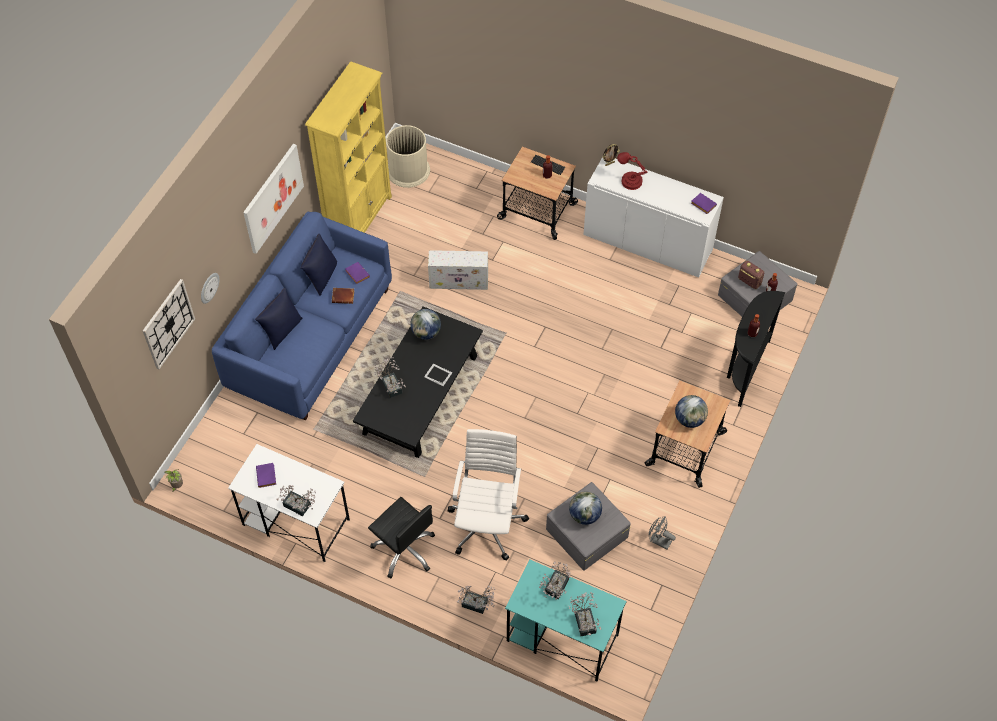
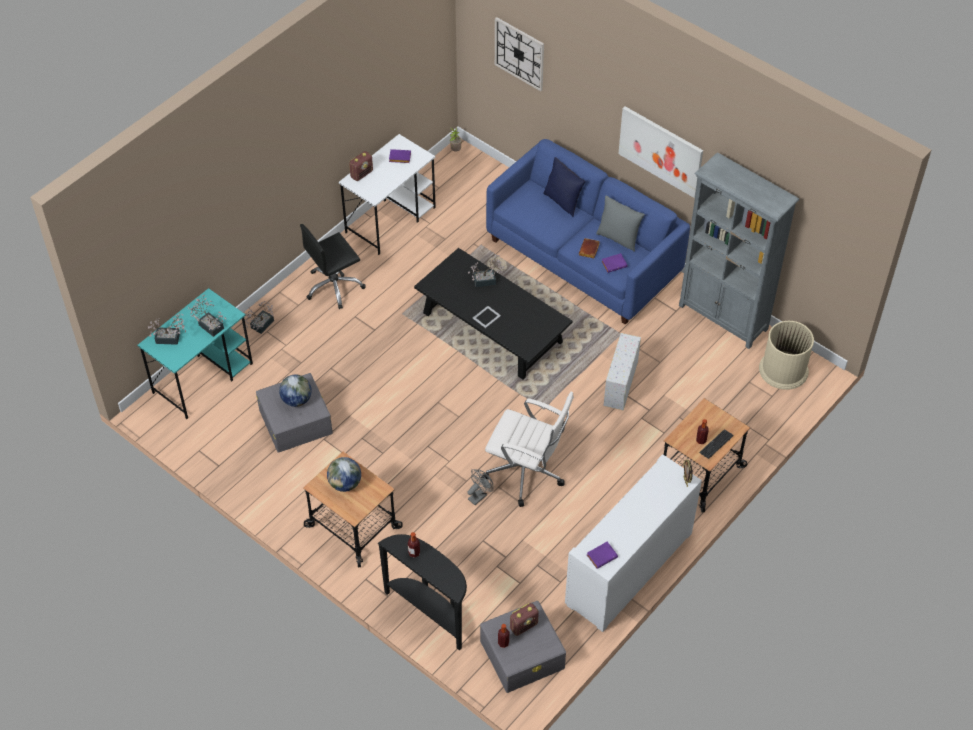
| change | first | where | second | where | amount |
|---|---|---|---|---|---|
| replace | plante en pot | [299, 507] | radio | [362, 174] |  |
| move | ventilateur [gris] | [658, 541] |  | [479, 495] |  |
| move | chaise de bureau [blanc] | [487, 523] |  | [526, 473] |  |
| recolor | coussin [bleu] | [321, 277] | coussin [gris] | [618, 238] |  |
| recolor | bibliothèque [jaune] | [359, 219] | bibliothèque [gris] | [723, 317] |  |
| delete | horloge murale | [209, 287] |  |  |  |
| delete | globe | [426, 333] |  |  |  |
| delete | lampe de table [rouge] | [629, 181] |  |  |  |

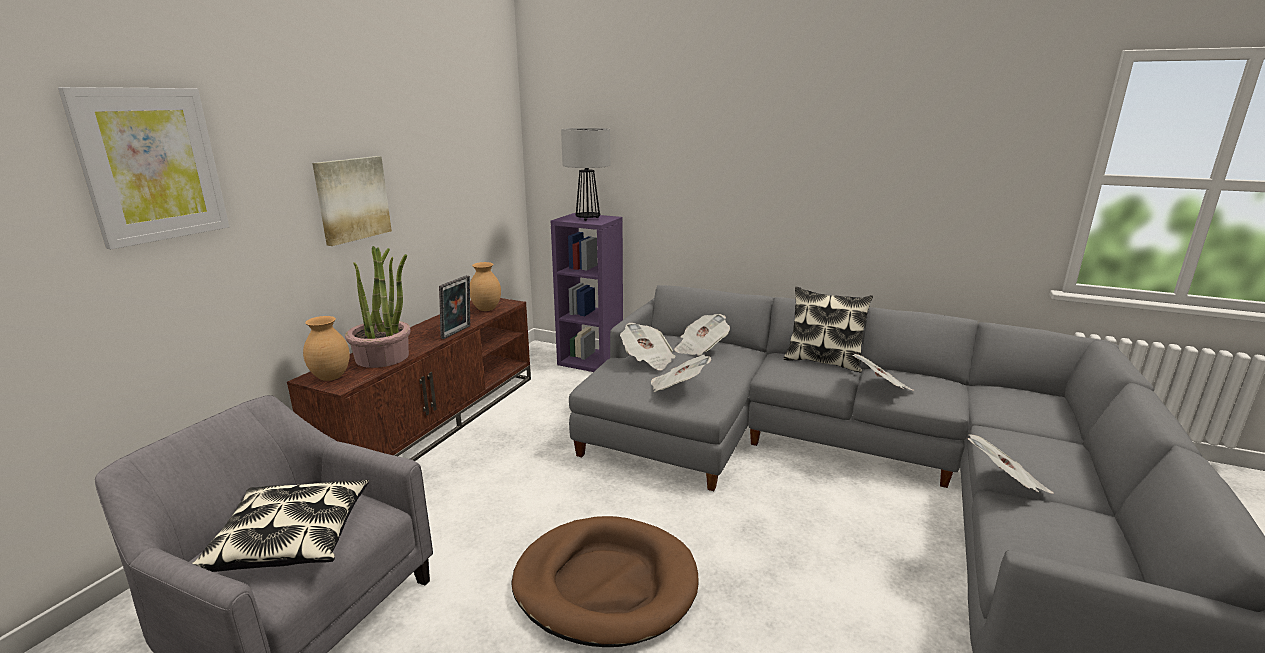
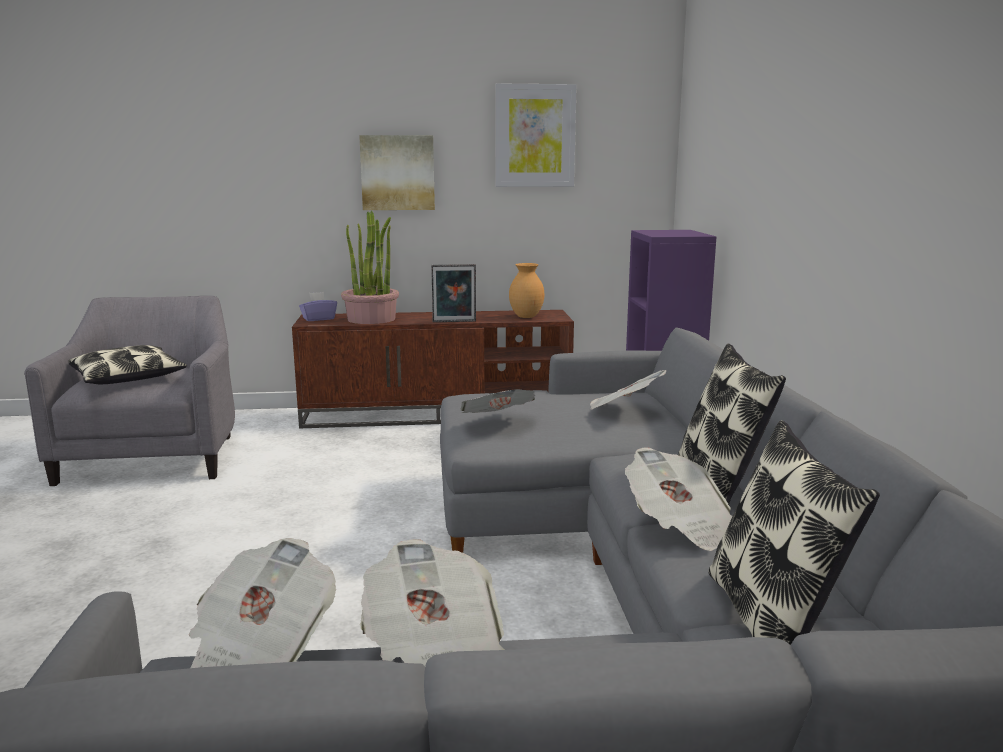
| change | first | where | second | where | amount |
|---|---|---|---|---|---|
| move | journal | [648, 360] |  | [258, 651] |  |
| replace | vase [marron] | [331, 377] | boîte à mouchoirs [violet] | [318, 319] |  |
| move | tableau | [151, 165] |  | [535, 136] |  |
| insert |  |  | coussin | [772, 621] |  |
| delete | panier pour chien [marron] | [605, 584] |  |  |  |
| delete | lampe de table | [587, 218] |  |  |  |

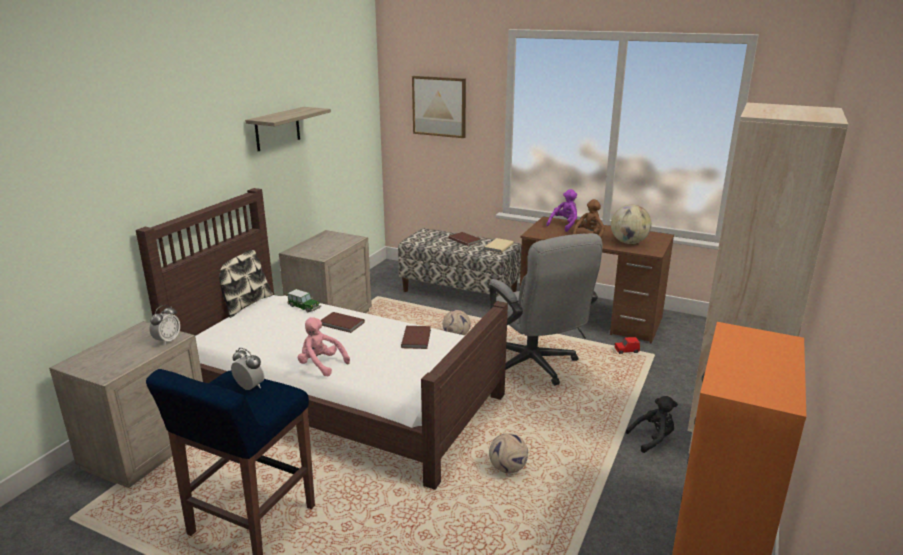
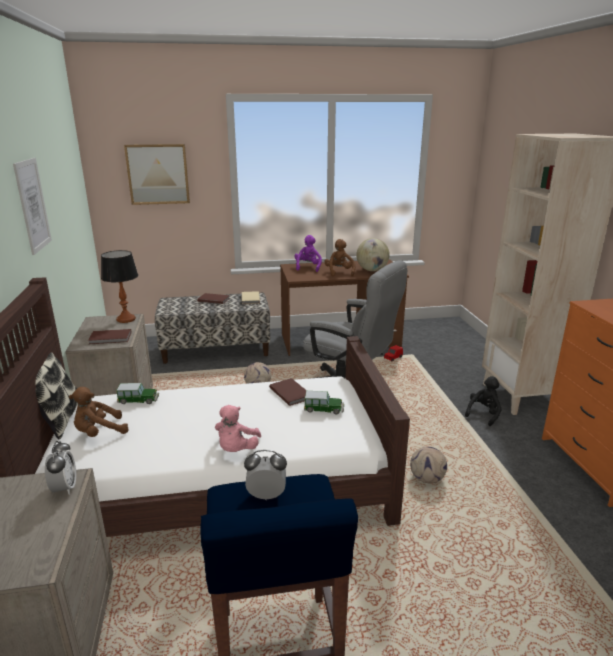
| change | first | where | second | where | amount |
|---|---|---|---|---|---|
| replace | étagère | [277, 129] | tableau | [32, 205] |  |
| insert |  |  | peluche [marron] | [99, 432] |  |
| move | livre [marron] | [341, 324] |  | [110, 338] |  |
| insert |  |  | lampe de table | [126, 319] |  |
| rotate | peluche [rose] | [321, 365] |  | [236, 449] | 75 degrees counterclockwise |
| insert |  |  | petite voiture | [324, 409] |  |

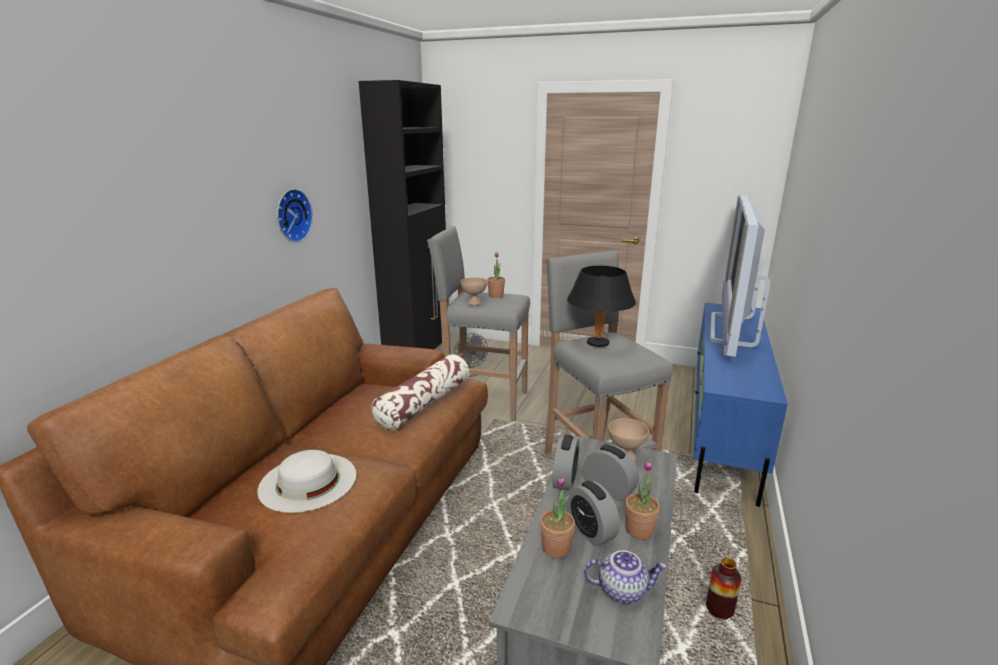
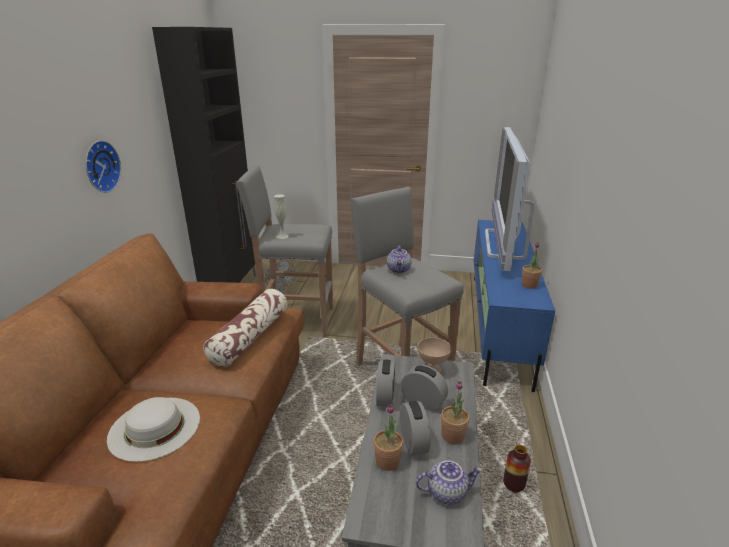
| change | first | where | second | where | amount |
|---|---|---|---|---|---|
| replace | bol [beige] | [473, 303] | vase [blanc] | [282, 236] |  |
| replace | lampe de table [noir] | [598, 343] | théière | [399, 270] |  |
| rotate | réveil | [590, 531] |  | [413, 442] | 150 degrees counterclockwise |
| move | plante en pot | [496, 295] |  | [529, 285] |  |

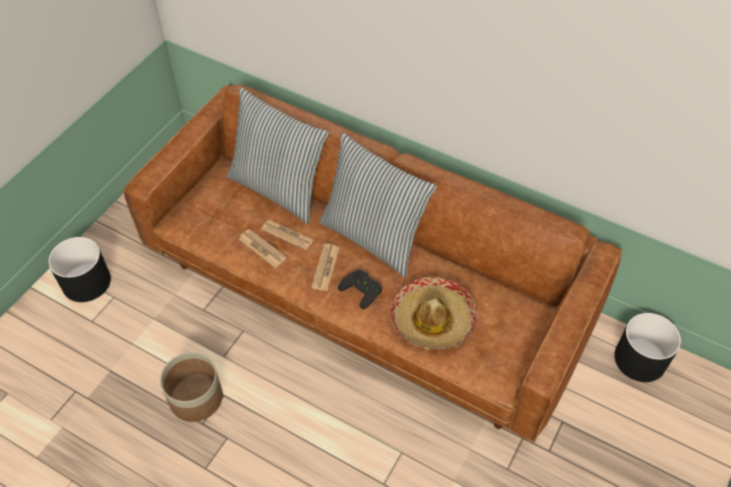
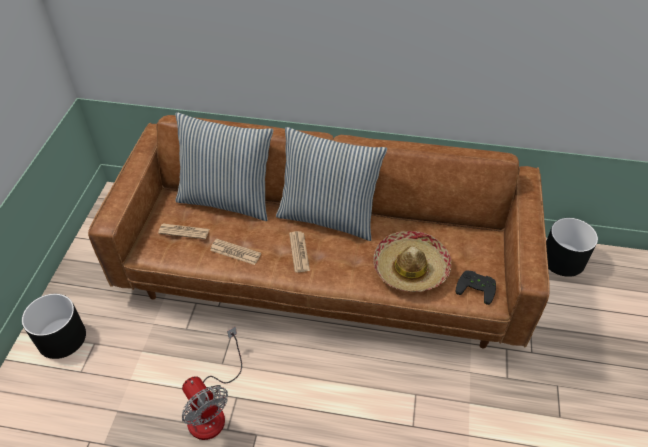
| change | first | where | second | where | amount |
|---|---|---|---|---|---|
| move | journal | [287, 235] |  | [184, 231] |  |
| replace | cache-pot | [196, 397] | ventilateur | [212, 408] |  |
| move | manette [noir] | [363, 289] |  | [476, 287] |  |

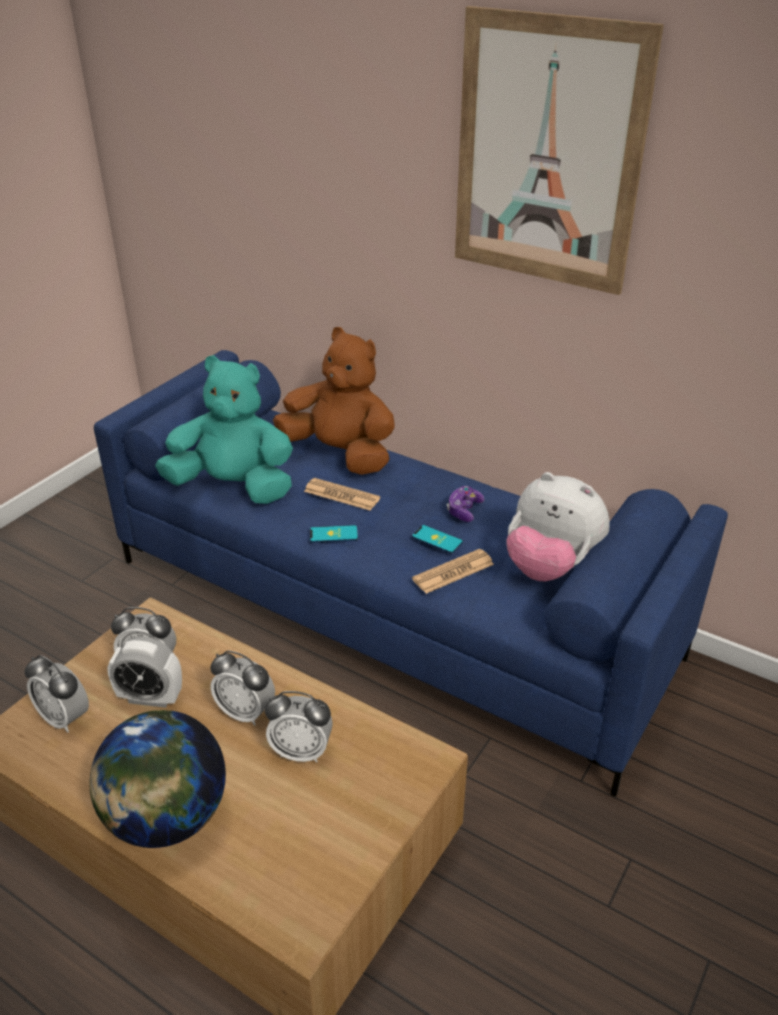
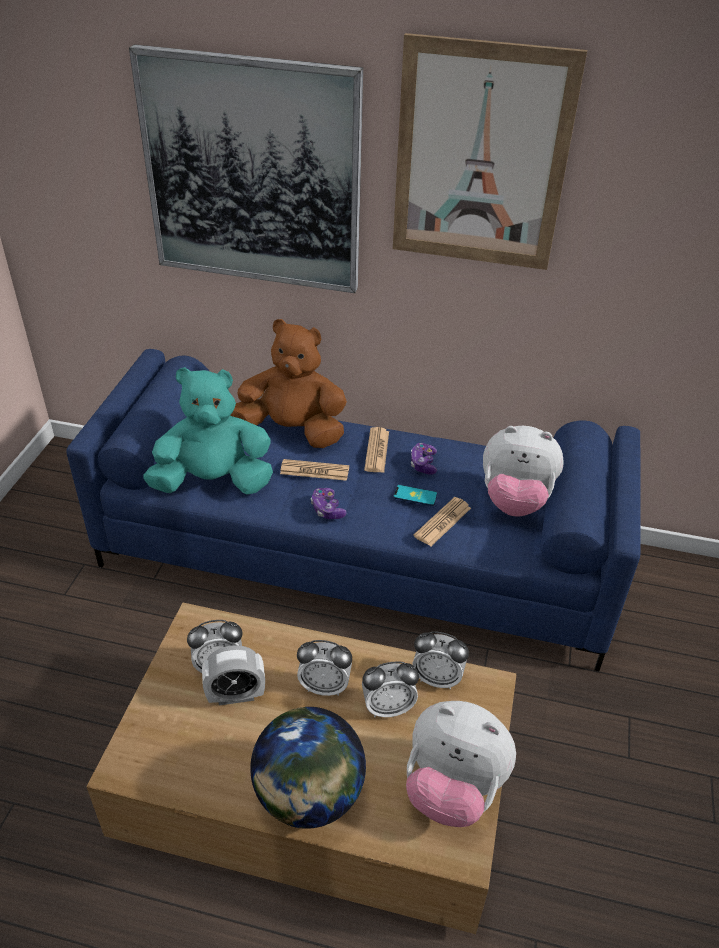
| change | first | where | second | where | amount |
|---|---|---|---|---|---|
| insert |  |  | tableau | [252, 174] |  |
| replace | téléphone | [333, 534] | manette | [327, 509] |  |
| insert |  |  | journal | [377, 451] |  |
| insert |  |  | peluche | [452, 789] |  |
| move | réveil | [64, 718] |  | [437, 678] |  |

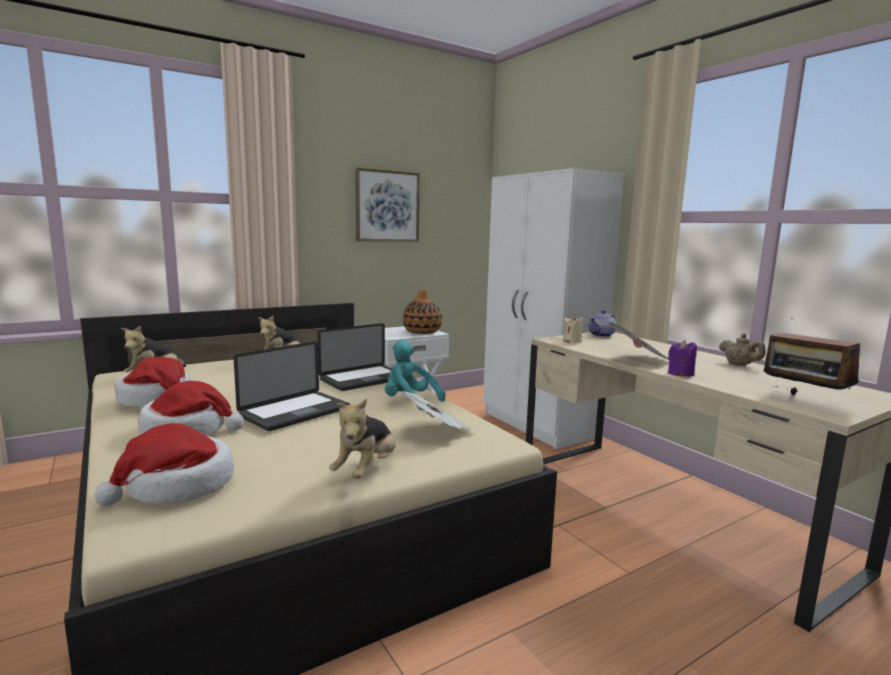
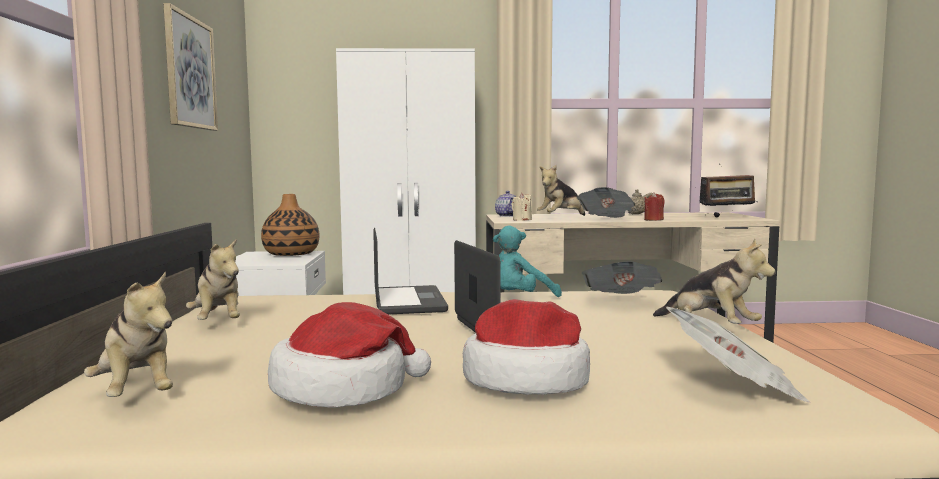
| change | first | where | second | where | amount |
|---|---|---|---|---|---|
| insert |  |  | peluche | [561, 217] |  |
| recolor | bougie [violet] | [680, 374] | bougie [rouge] | [653, 220] |  |
| replace | chapeau | [177, 486] | journal | [735, 387] |  |

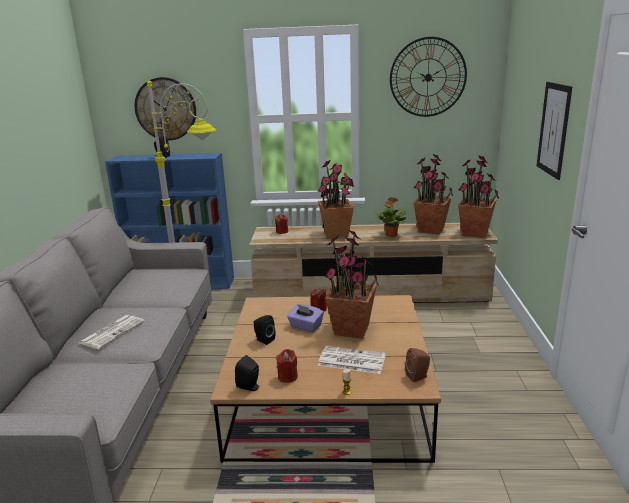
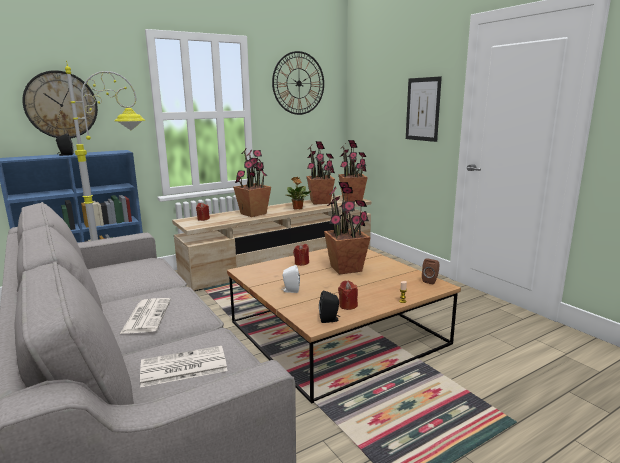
| change | first | where | second | where | amount |
|---|---|---|---|---|---|
| move | journal | [351, 360] |  | [182, 367] |  |
| recolor | enceinte [noir] | [264, 340] | enceinte [blanc] | [290, 290] |  |
| delete | boîte à mouchoirs [violet] | [305, 326] |  |  |  |

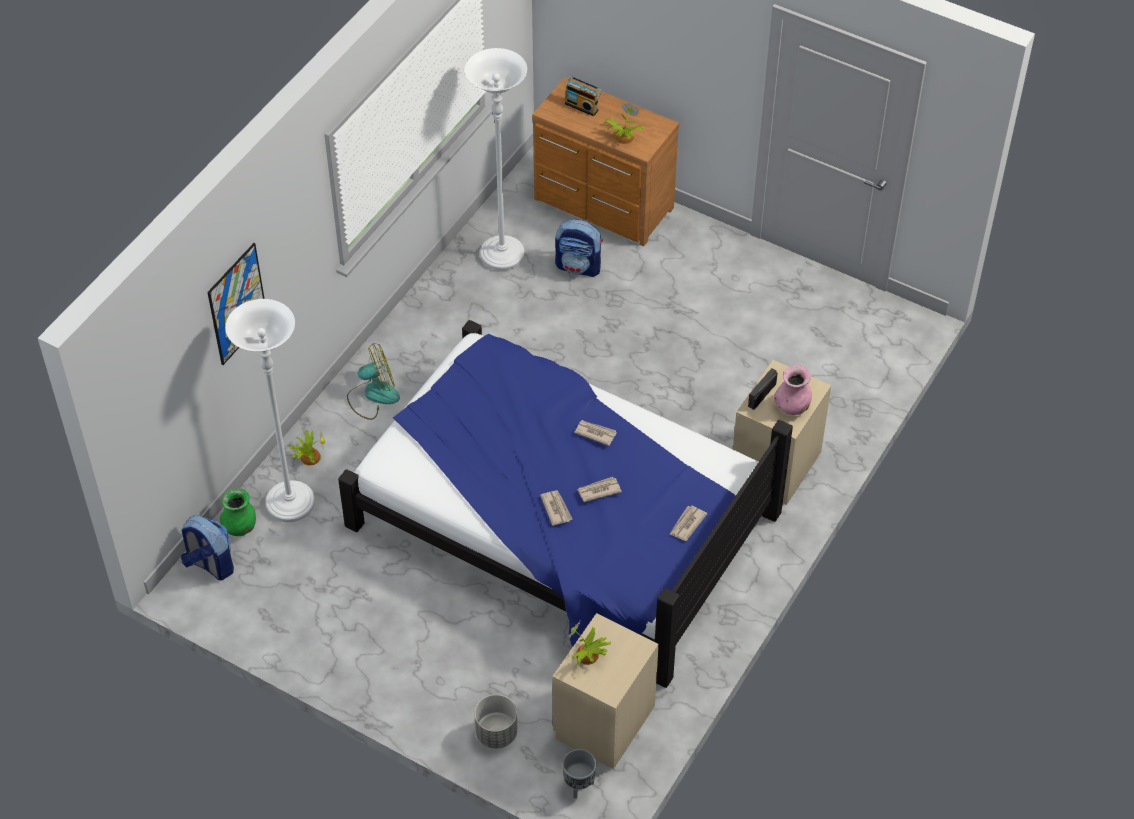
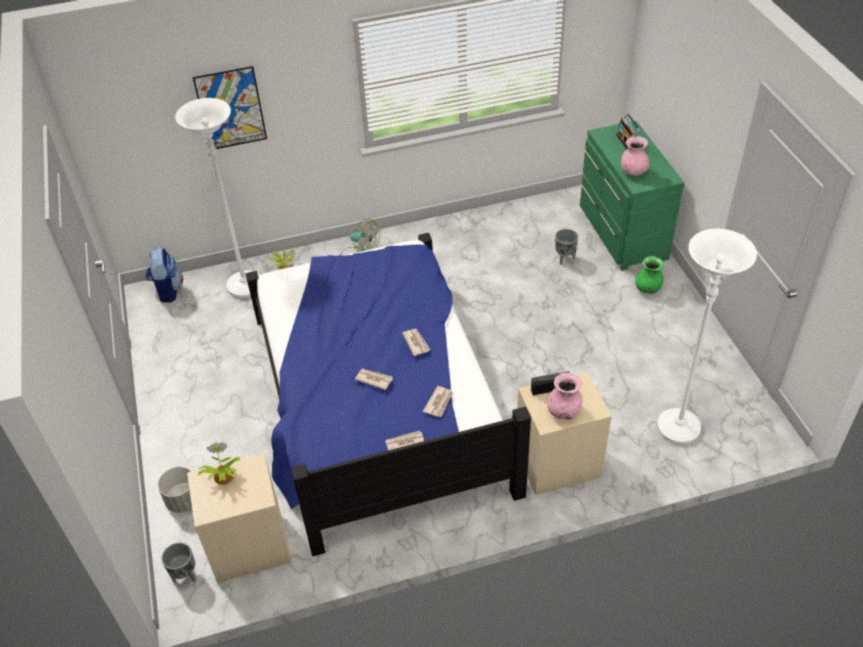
| change | first | where | second | where | amount |
|---|---|---|---|---|---|
| move | journal | [556, 508] |  | [439, 402] |  |
| replace | sac à dos | [579, 266] | cache-pot [gris] | [565, 258] |  |
| recolor | commode [marron] | [603, 206] | commode [vert] | [621, 233] |  |
| replace | plante en pot | [623, 137] | vase [rose] | [633, 171] |  |
| move | vase [vert] | [240, 527] |  | [647, 288] |  |
| move | lampadaire [blanc] | [502, 255] |  | [678, 428] |  |

